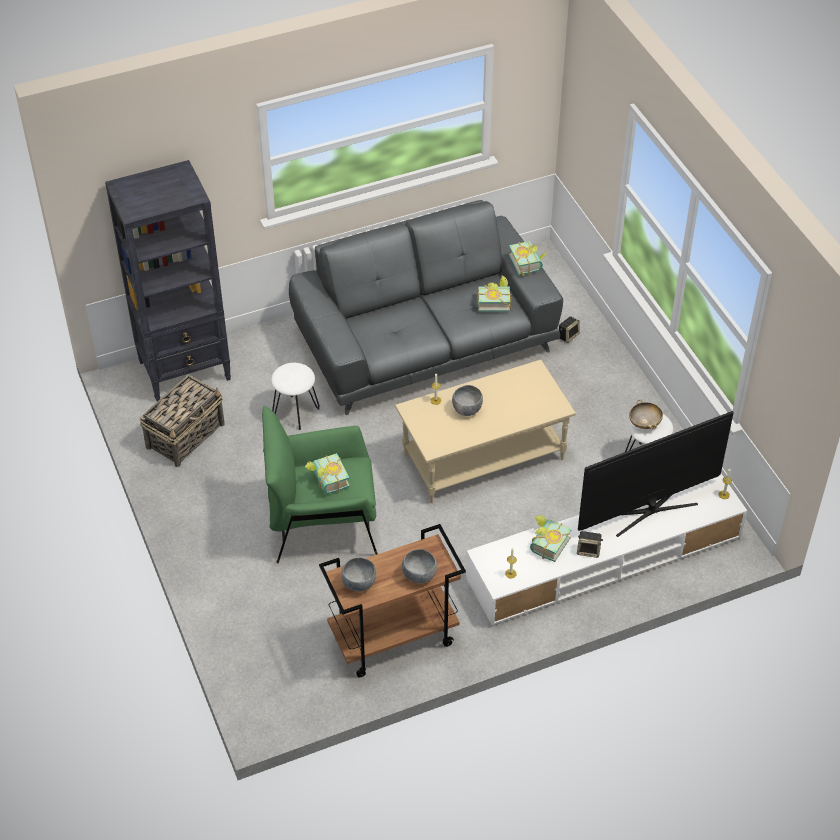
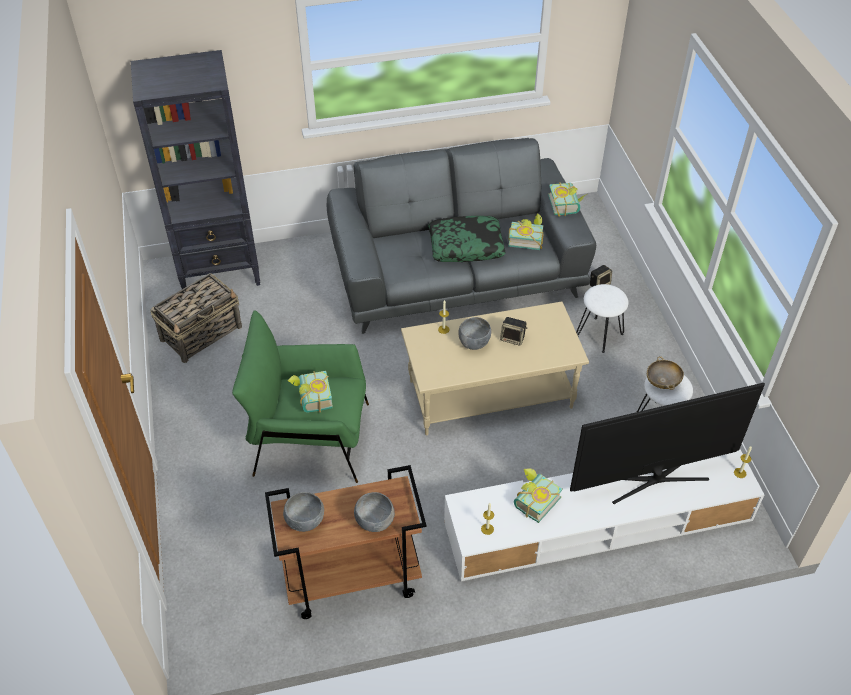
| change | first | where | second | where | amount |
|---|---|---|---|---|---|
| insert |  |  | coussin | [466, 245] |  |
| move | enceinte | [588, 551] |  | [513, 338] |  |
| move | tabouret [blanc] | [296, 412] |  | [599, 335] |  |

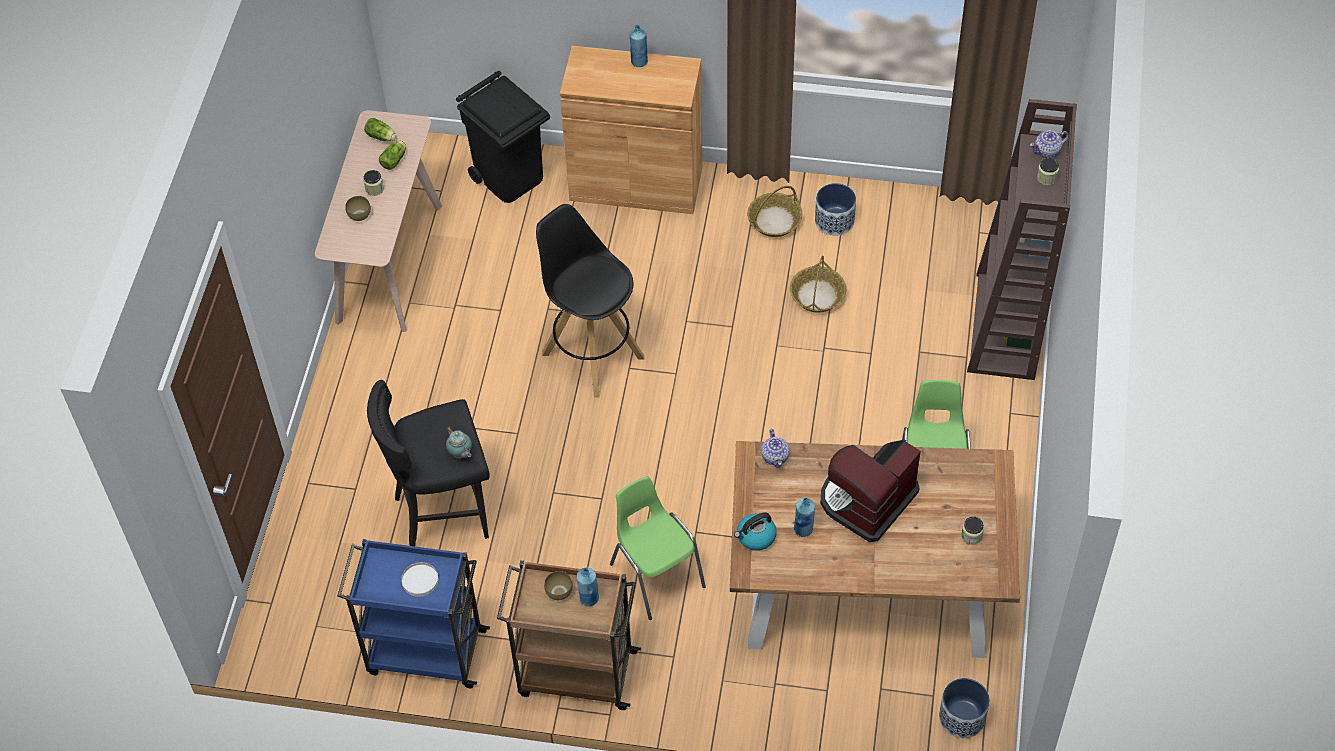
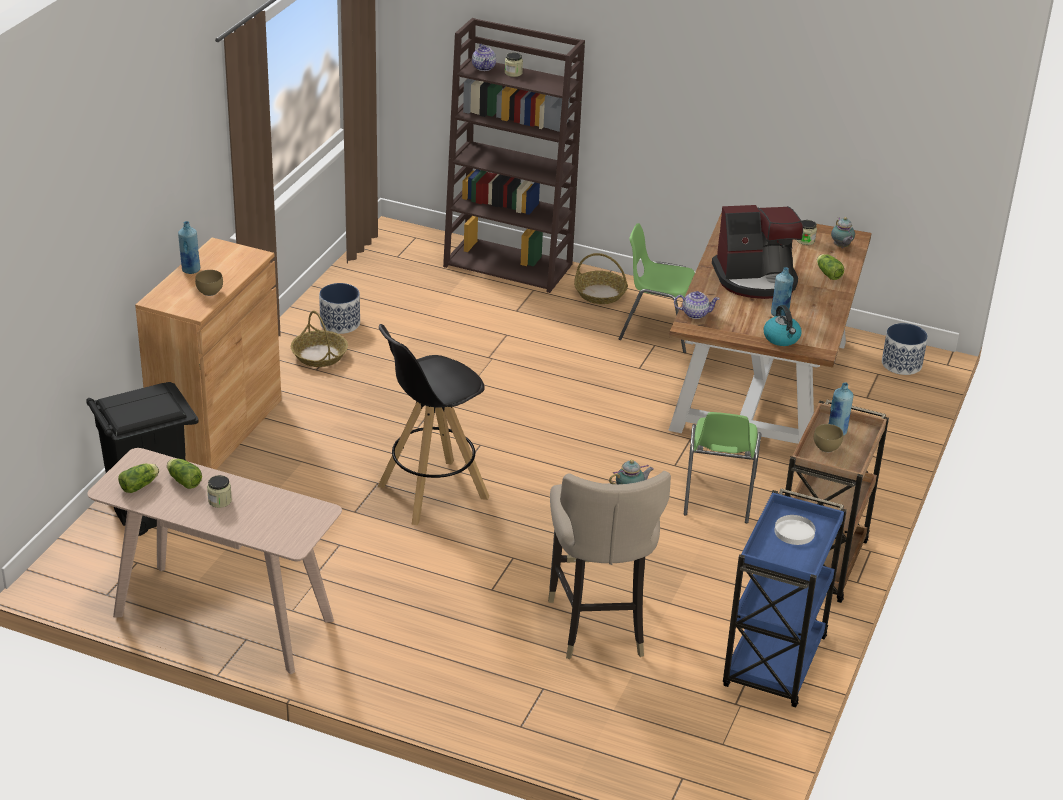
| change | first | where | second | where | amount |
|---|---|---|---|---|---|
| move | bol [marron] | [360, 215] |  | [209, 291] |  |
| recolor | tabouret [noir] | [443, 513] | tabouret [beige] | [599, 625] |  |
| move | panier | [817, 295] |  | [600, 294] |  |
| rotate | chaise [vert] | [656, 575] |  | [718, 497] | 60 degrees counterclockwise |
| rotate | machine à café | [866, 500] |  | [756, 279] | 60 degrees counterclockwise |
| insert |  |  | laitue | [827, 273] |  |
| insert |  |  | théière | [841, 247] |  |

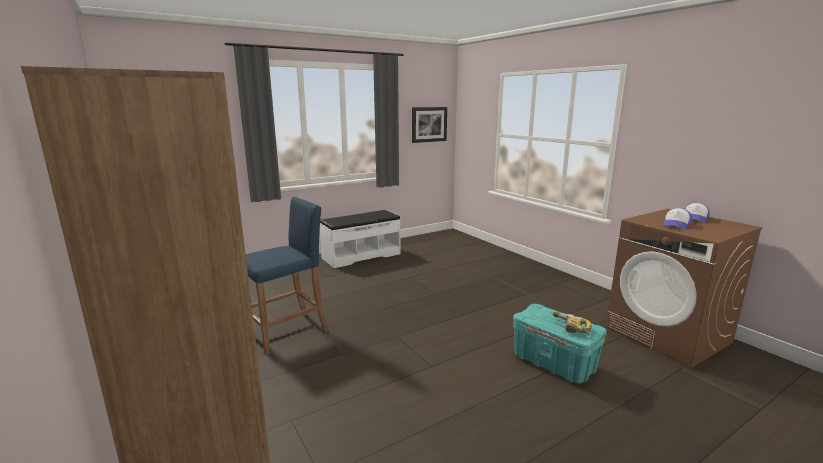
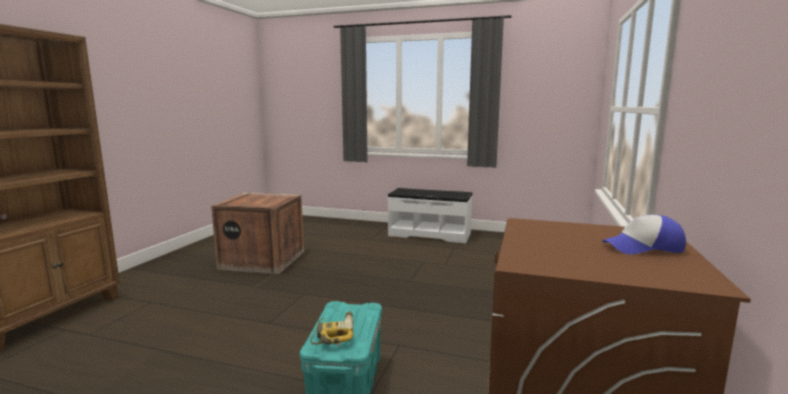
| change | first | where | second | where | amount |
|---|---|---|---|---|---|
| replace | tabouret [bleu] | [287, 332] | caisse | [263, 261] |  |
| delete | tableau | [429, 124] |  |  |  |
| delete | casquette | [676, 225] |  |  |  |

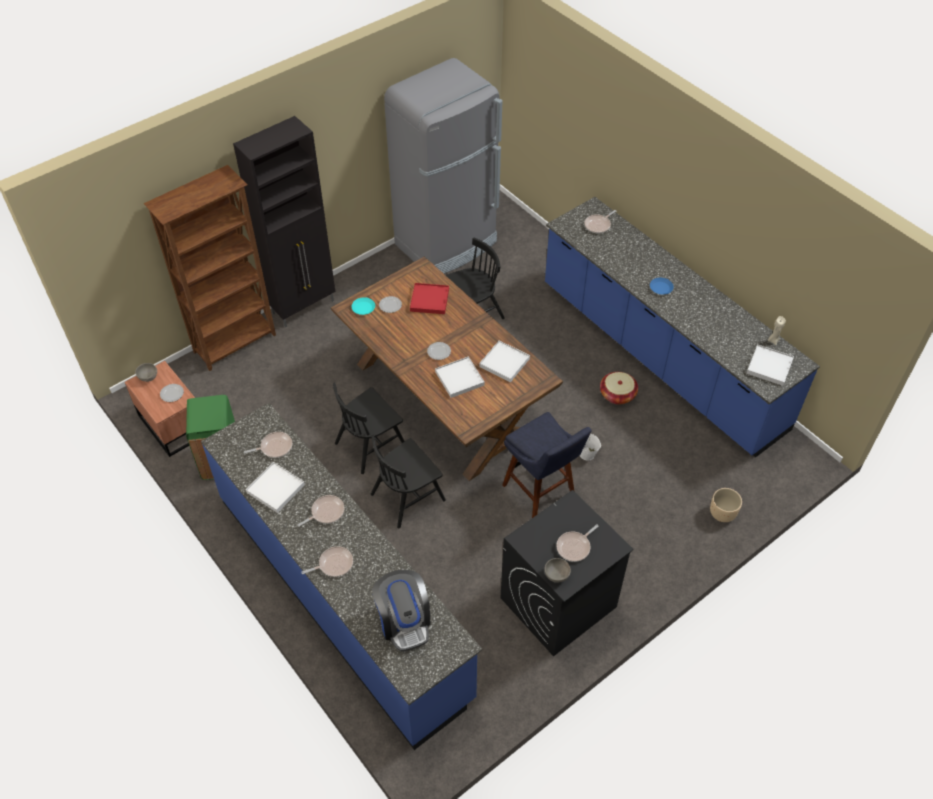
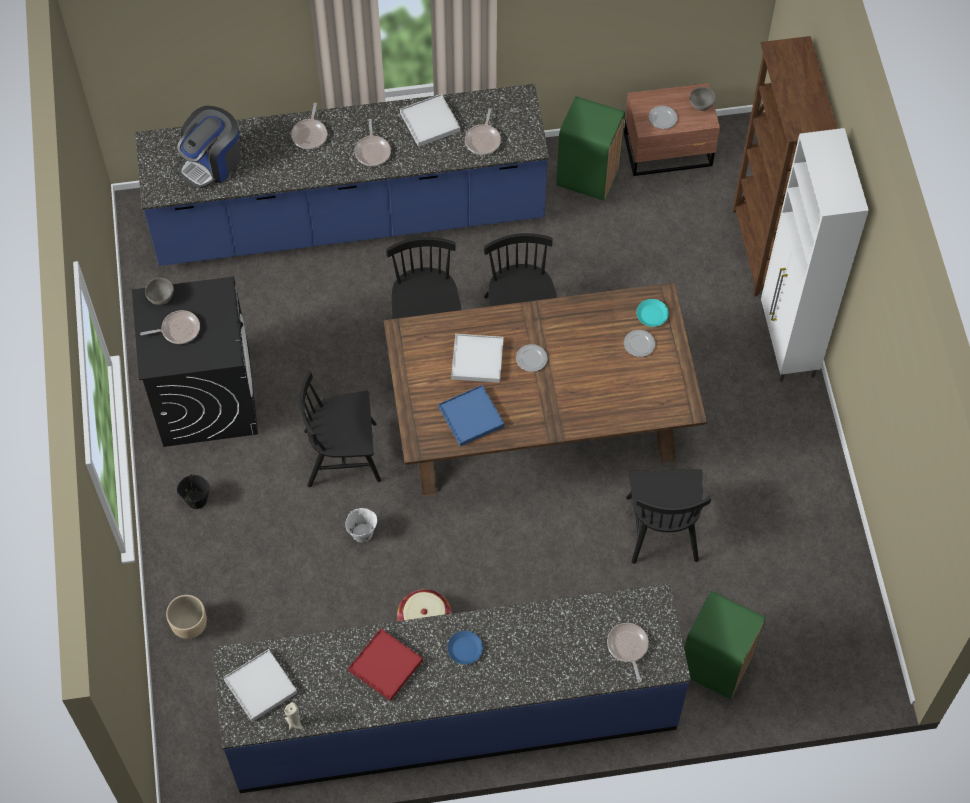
| change | first | where | second | where | amount |
|---|---|---|---|---|---|
| rotate | poêle | [575, 547] |  | [178, 330] | 90 degrees clockwise |
| rotate | machine à café | [404, 621] |  | [212, 162] | 60 degrees counterclockwise |
| insert |  |  | seau [noir] | [196, 499] |  |
| replace | tabouret [bleu] | [541, 493] | chaise [noir] | [343, 455] |  |
| move | plateau [rouge] | [429, 300] |  | [385, 666] |  |
| recolor | plateau [blanc] | [504, 363] | plateau [bleu] | [471, 417] |  |
| insert |  |  | poubelle [vert] | [715, 666] |  |
| recolor | meuble de rangement [noir] | [304, 307] | meuble de rangement [blanc] | [787, 345] |  |
| delete | réfrigérateur [gris] | [447, 244] |  |  |  |

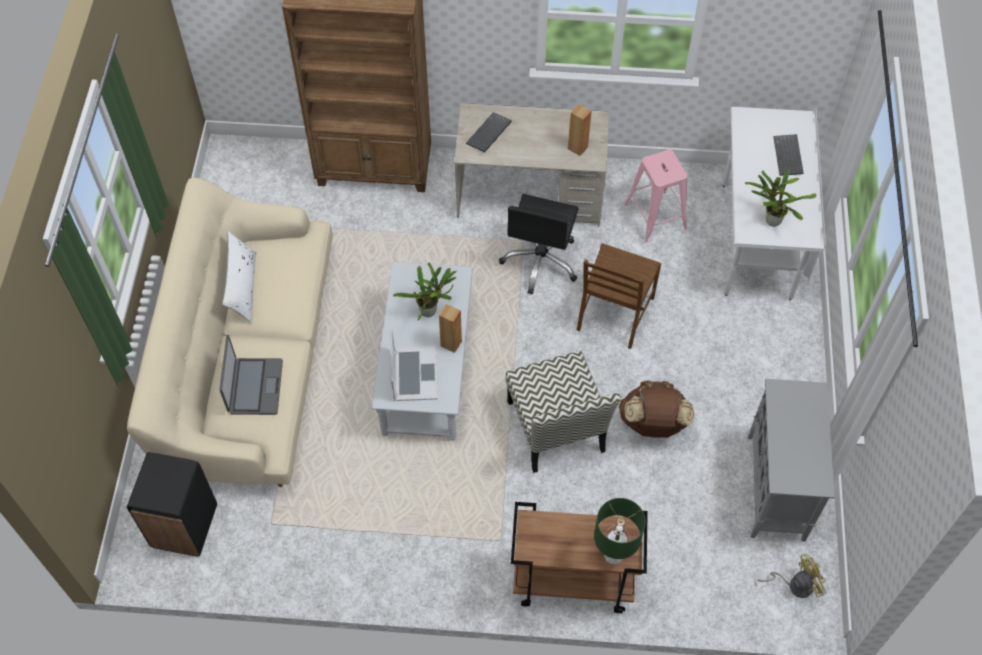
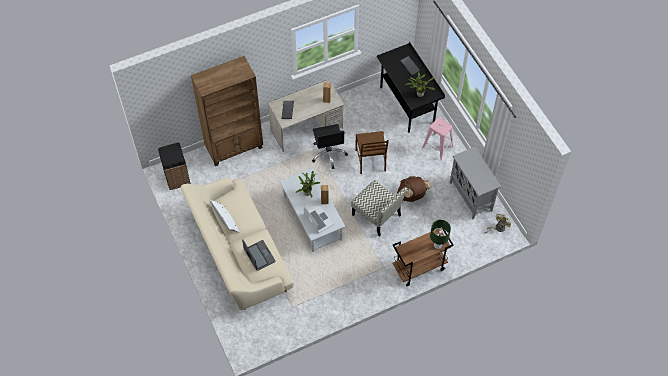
| change | first | where | second | where | amount |
|---|---|---|---|---|---|
| move | poubelle [noir] | [183, 526] |  | [177, 178] |  |
| recolor | bureau [blanc] | [756, 241] | bureau [noir] | [407, 105] |  |
| move | tabouret [rose] | [655, 217] |  | [437, 147] |  |

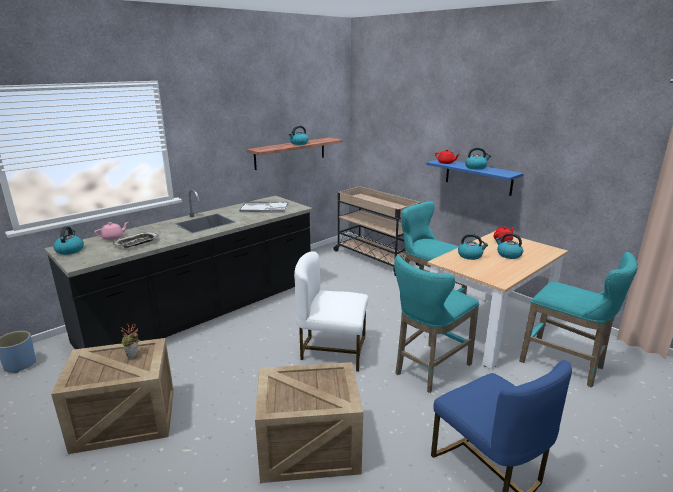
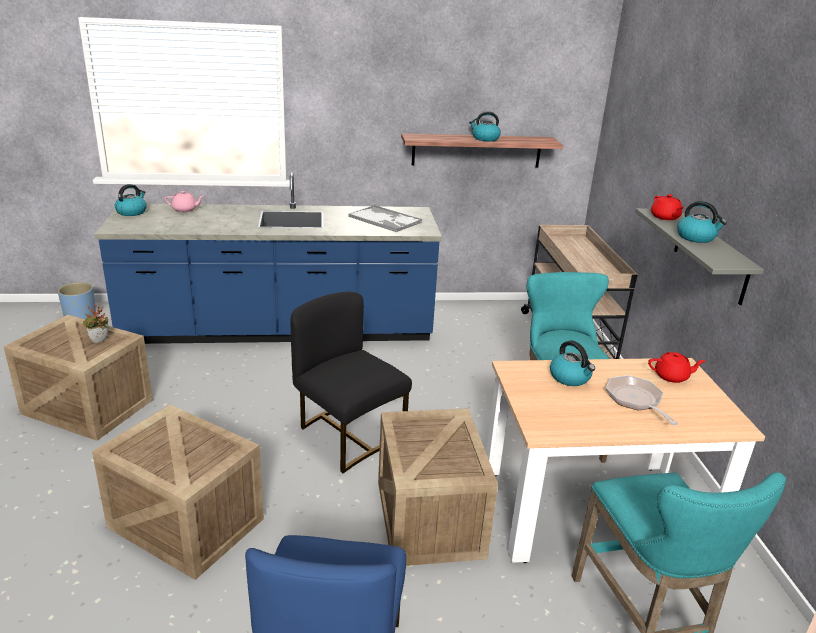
| change | first | where | second | where | amount |
|---|---|---|---|---|---|
| recolor | comptoir de cuisine [noir] | [204, 311] | comptoir de cuisine [bleu] | [280, 330] |  |
| recolor | chaise [blanc] | [332, 350] | chaise [noir] | [348, 435] |  |
| replace | tabouret [turquoise] | [429, 369] | caisse | [427, 517] |  |
| replace | bouilloire | [508, 255] | poêle | [636, 400] |  |
| recolor | étagère [bleu] | [478, 177] | étagère [gris] | [710, 256] |  |
| delete | plateau | [136, 243] |  |  |  |

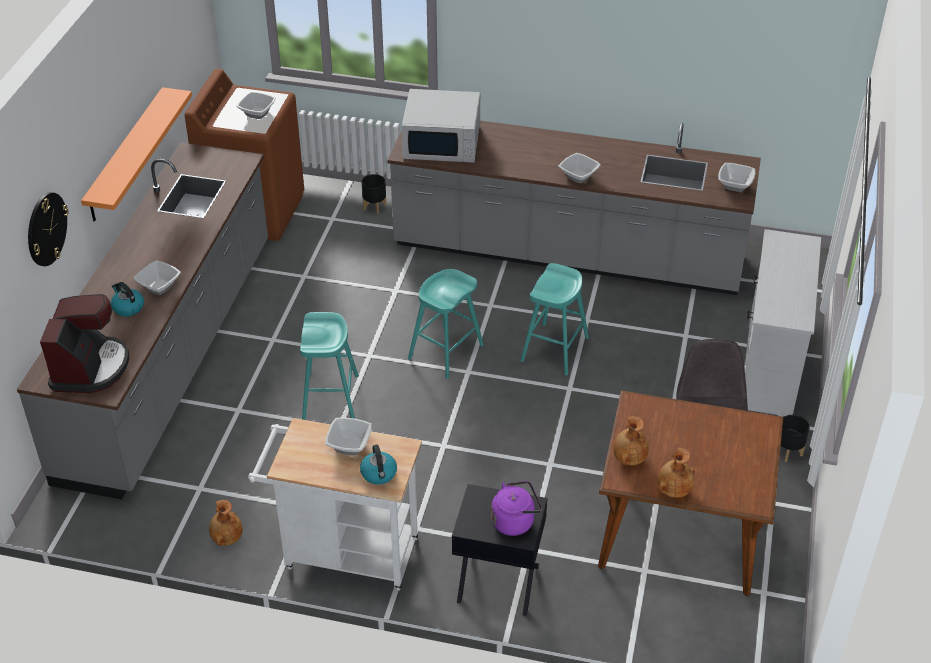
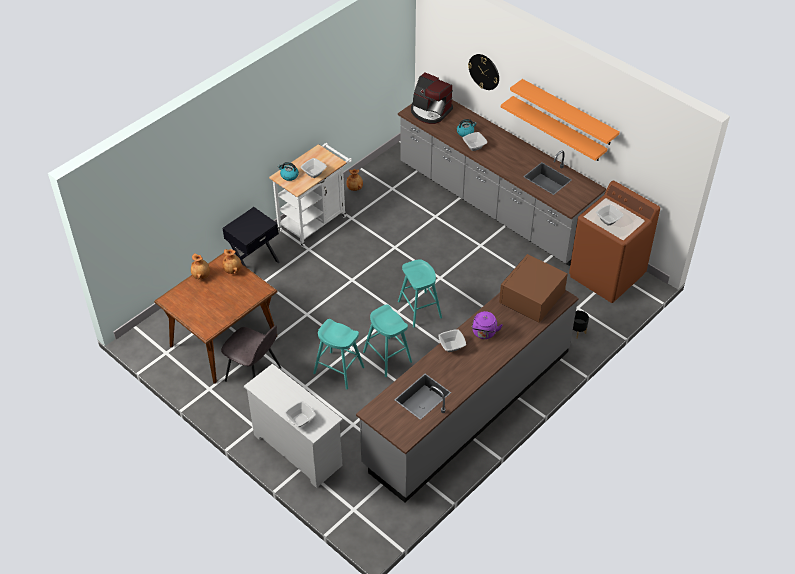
| change | first | where | second | where | amount |
|---|---|---|---|---|---|
| move | bol | [735, 185] |  | [301, 420] |  |
| move | tabouret [turquoise] | [330, 397] |  | [339, 370] |  |
| move | bouilloire [violet] | [515, 521] |  | [484, 333] |  |
| recolor | micro-ondes [blanc] | [442, 143] | micro-ondes [marron] | [531, 298] |  |
| insert |  |  | étagère [orange] | [568, 112] |  |
| delete | cache-pot [noir] | [789, 452] |  |  |  |

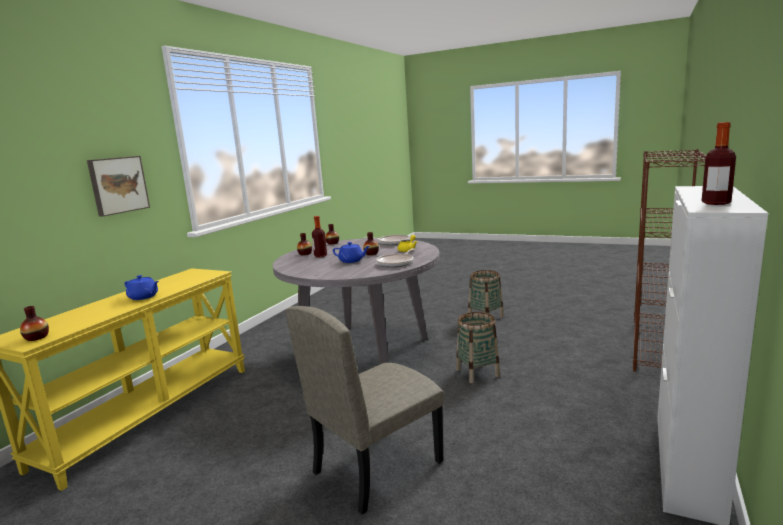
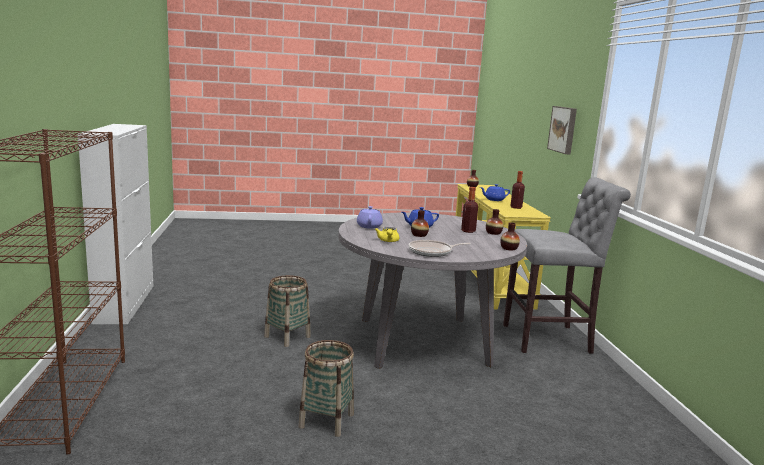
| change | first | where | second | where | amount |
|---|---|---|---|---|---|
| replace | poêle | [396, 263] | théière [violet] | [369, 226] |  |
| insert |  |  | tabouret [gris] | [551, 339] |  |
| move | bouteille | [716, 203] |  | [516, 207] |  |
| delete | chaise [beige] | [377, 466] |  |  |  |

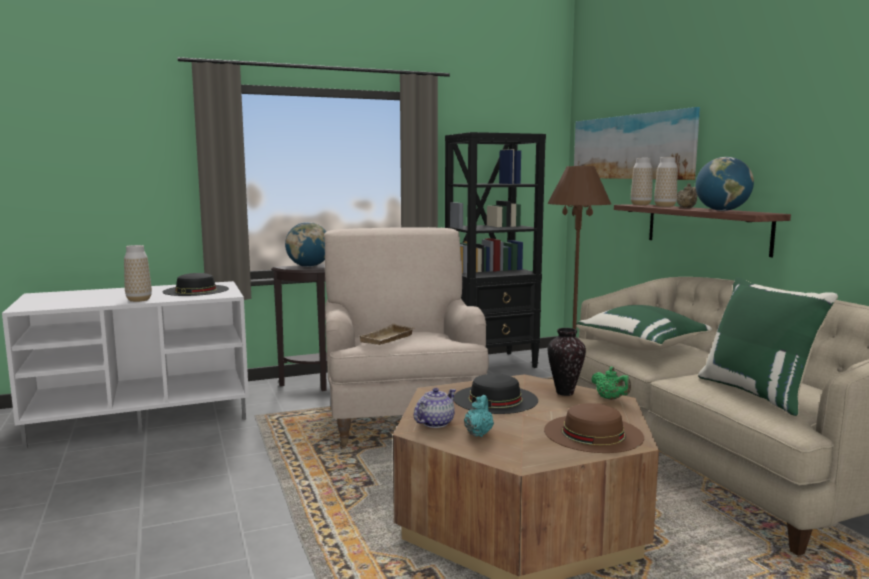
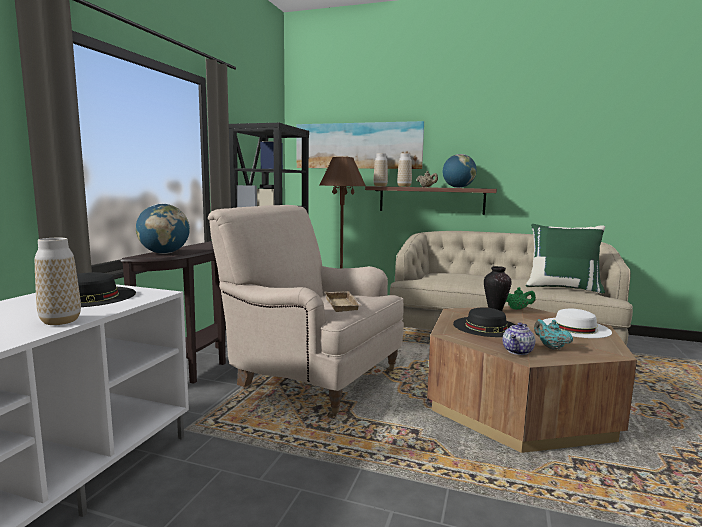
| change | first | where | second | where | amount |
|---|---|---|---|---|---|
| rotate | théière | [434, 423] |  | [518, 351] | 135 degrees counterclockwise |
| recolor | chapeau [marron] | [593, 433] | chapeau [blanc] | [575, 327] |  |
| delete | coussin [vert] | [643, 347] |  |  |  |

